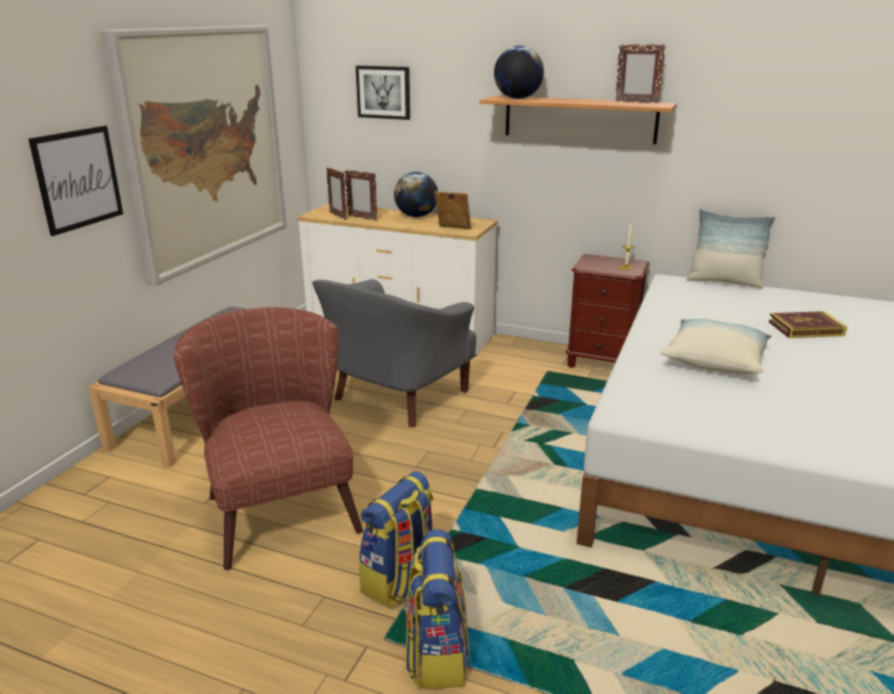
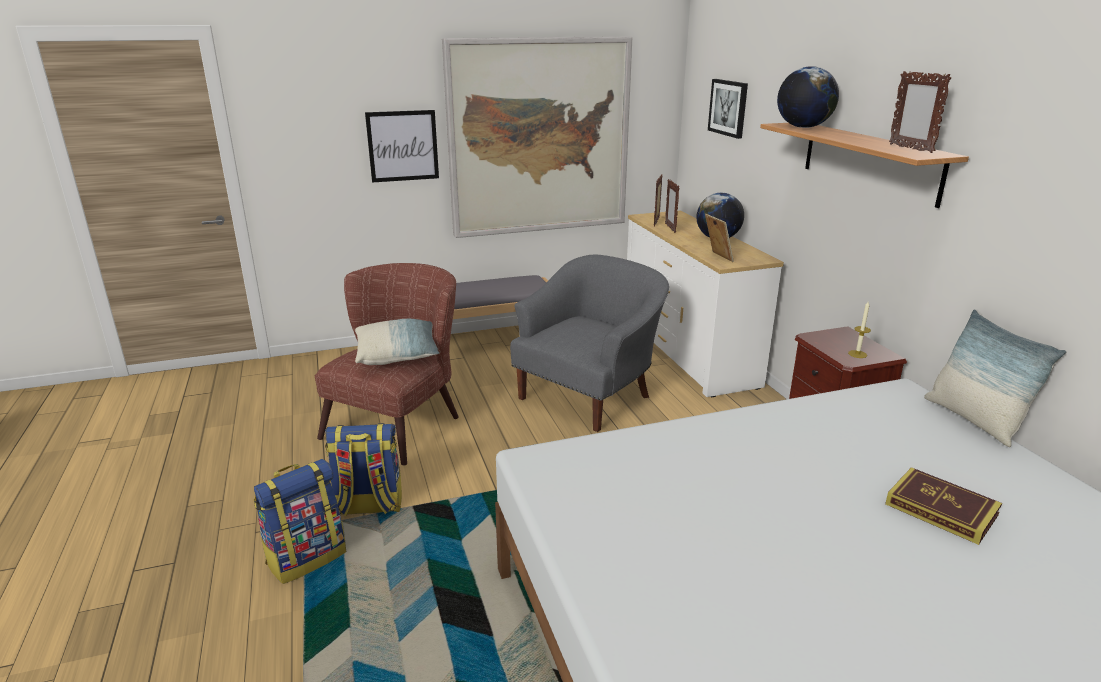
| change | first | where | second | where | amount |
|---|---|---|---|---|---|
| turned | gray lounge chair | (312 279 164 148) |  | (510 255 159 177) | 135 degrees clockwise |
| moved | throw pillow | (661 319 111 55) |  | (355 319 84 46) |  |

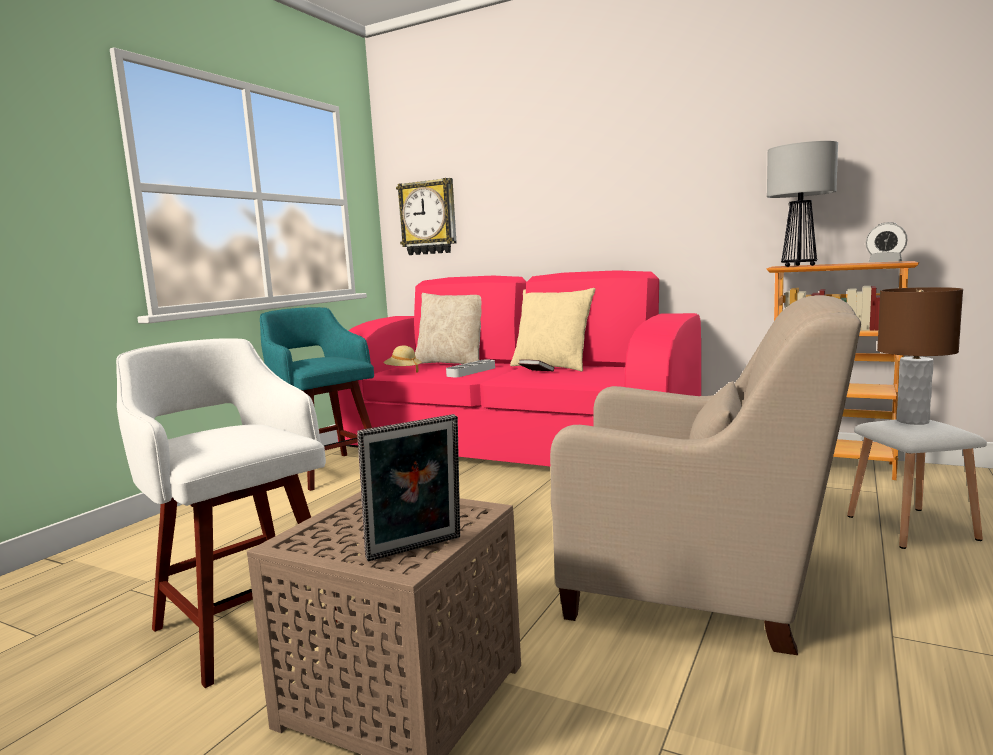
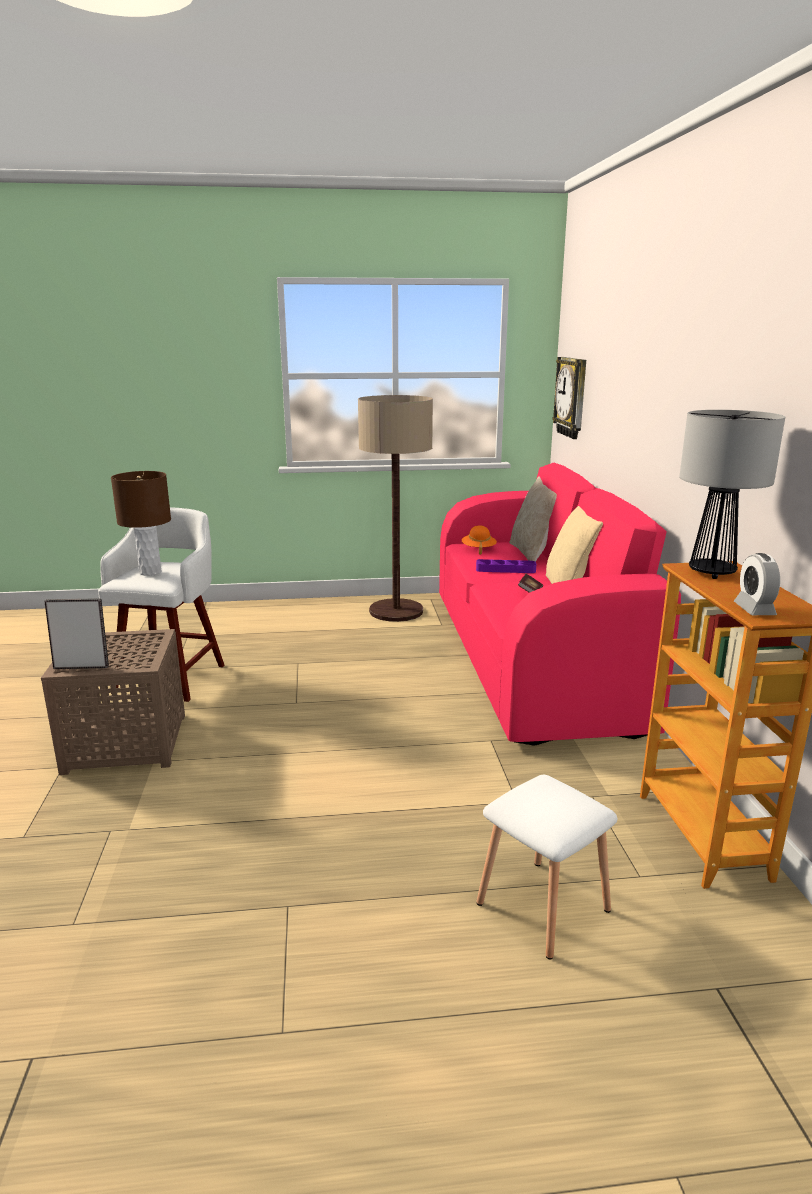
| change | first | where | second | where | amount |
|---|---|---|---|---|---|
| replaced | turquoise-coloured stool seat | (260 307 114 184) | standard lamp | (358 395 75 227) |  |
| turned | picture frame | (357 414 103 147) |  | (44 598 65 71) | 150 degrees clockwise |
| recoloured | sand-coloured hat | (383 346 39 27) | orange-coloured hat | (462 525 35 30) |  |
| recoloured | gray tray | (446 359 49 18) | purplish tray | (476 559 60 14) |  |
| removed | sand-coloured lounge chair | (550 295 311 360) |  |  |  |
| moved | brownish table lamp | (877 287 86 138) |  | (111 471 60 105) |  |

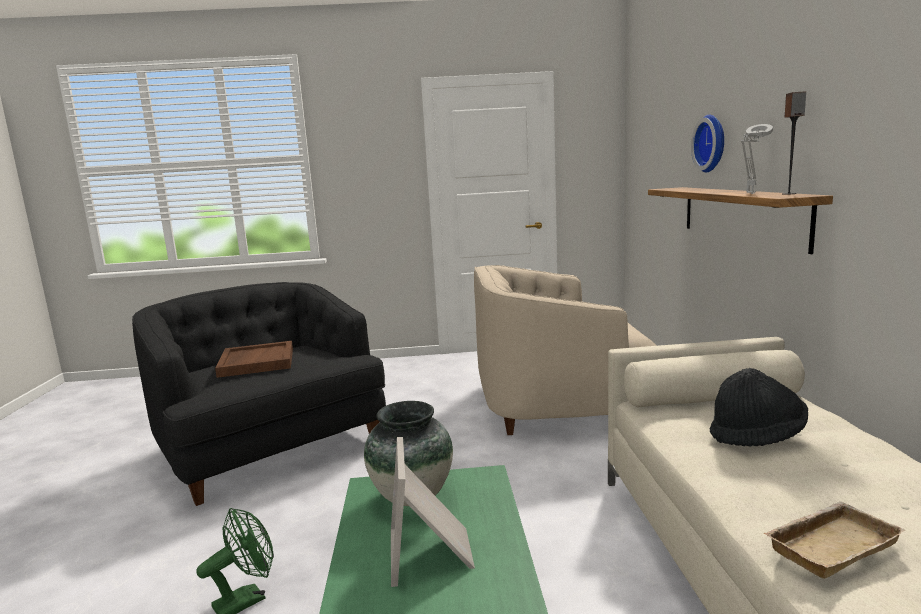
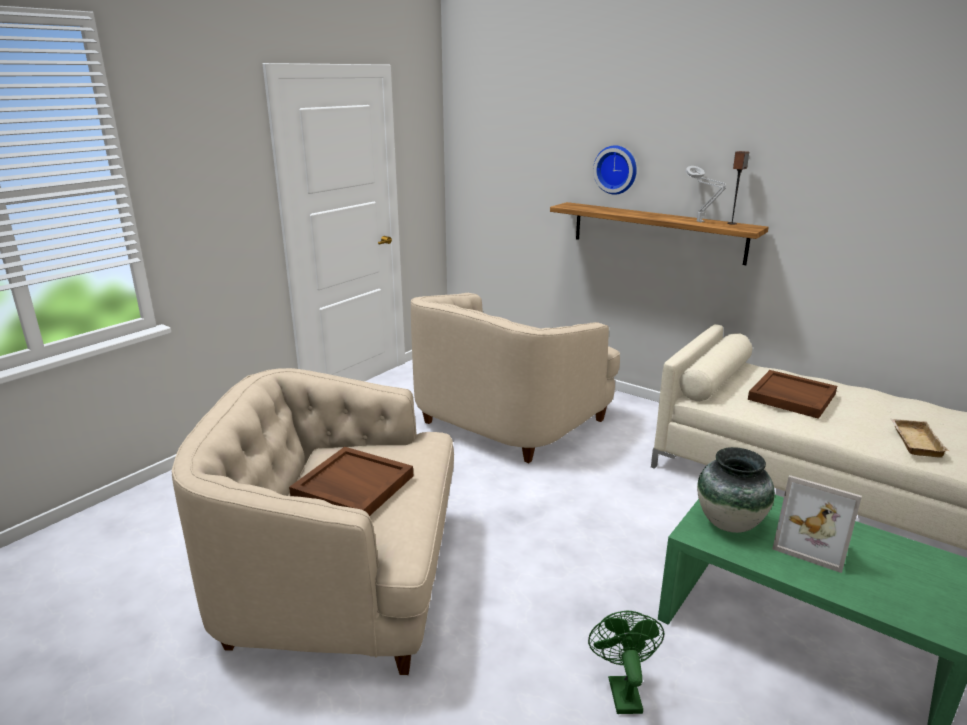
| change | first | where | second | where | amount |
|---|---|---|---|---|---|
| recoloured | black lounge chair | (132 282 254 224) | sand-coloured lounge chair | (172 368 282 307) |  |
| replaced | black hat | (710 368 98 79) | brownish tray | (748 370 89 49) |  |

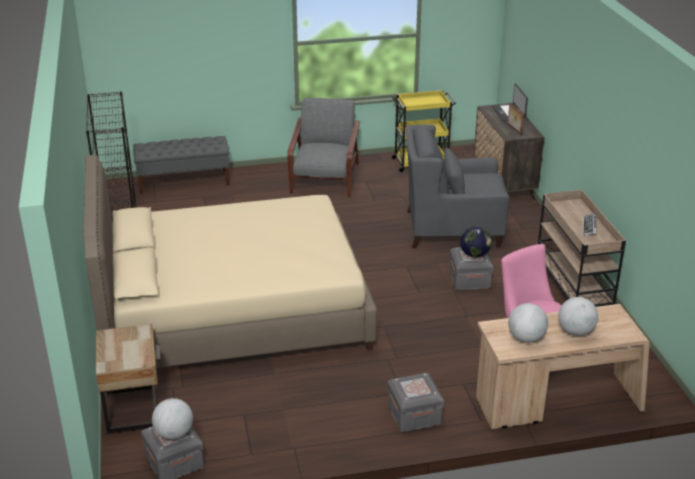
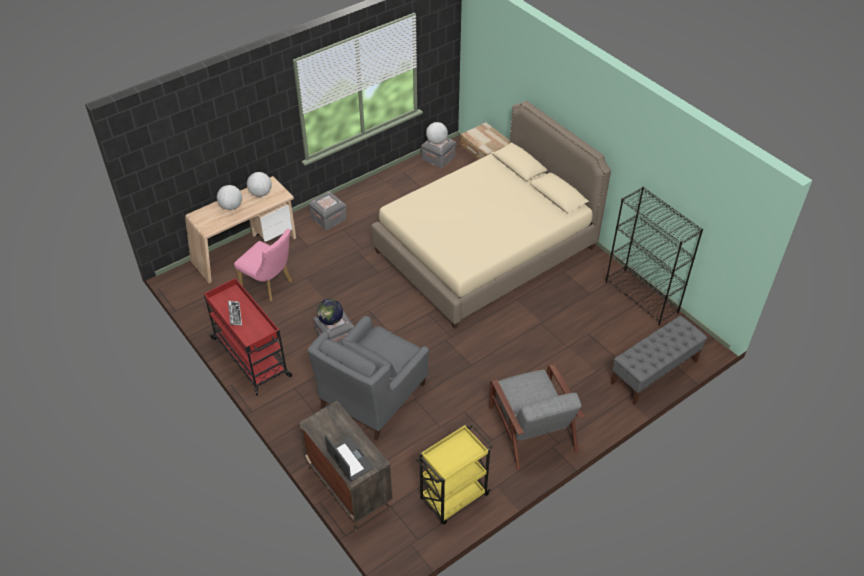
| change | first | where | second | where | amount |
|---|---|---|---|---|---|
| turned | gray lounge chair | (406 124 103 124) |  | (308 316 122 124) | 150 degrees clockwise |
| removed | picture frame | (508 102 17 34) |  |  |  |
| recoloured | sand-coloured trolley | (538 190 88 117) | red-coloured trolley | (204 278 88 117) |  |

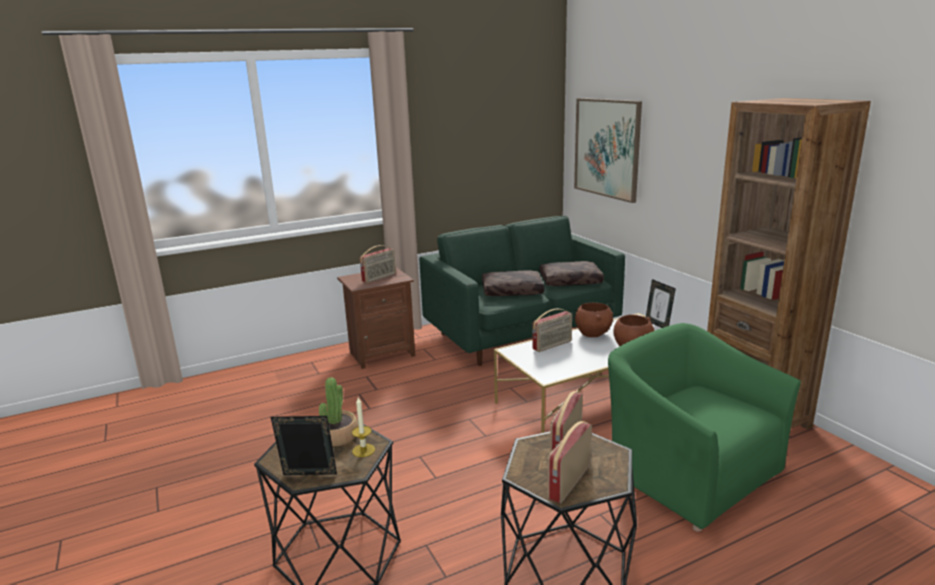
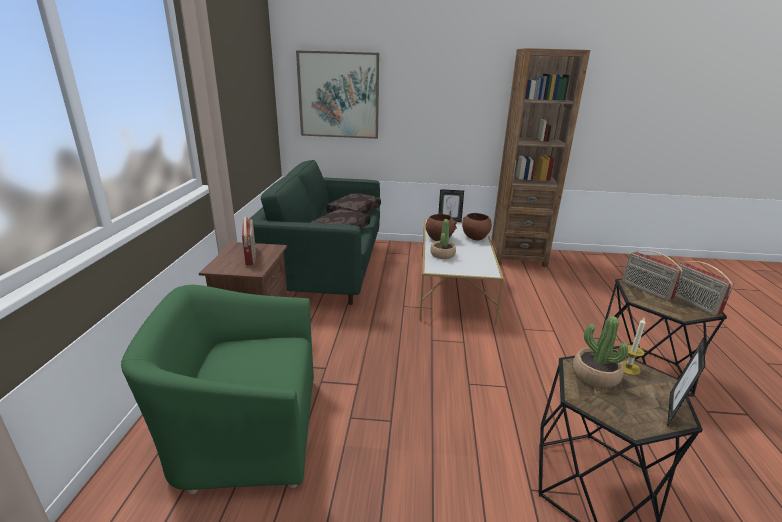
| change | first | where | second | where | amount |
|---|---|---|---|---|---|
| replaced | radio receiver | (532 309 40 43) | potted plant | (430 219 26 40) |  |
| moved | green lounge chair | (608 323 193 208) |  | (121 285 193 209) |  |

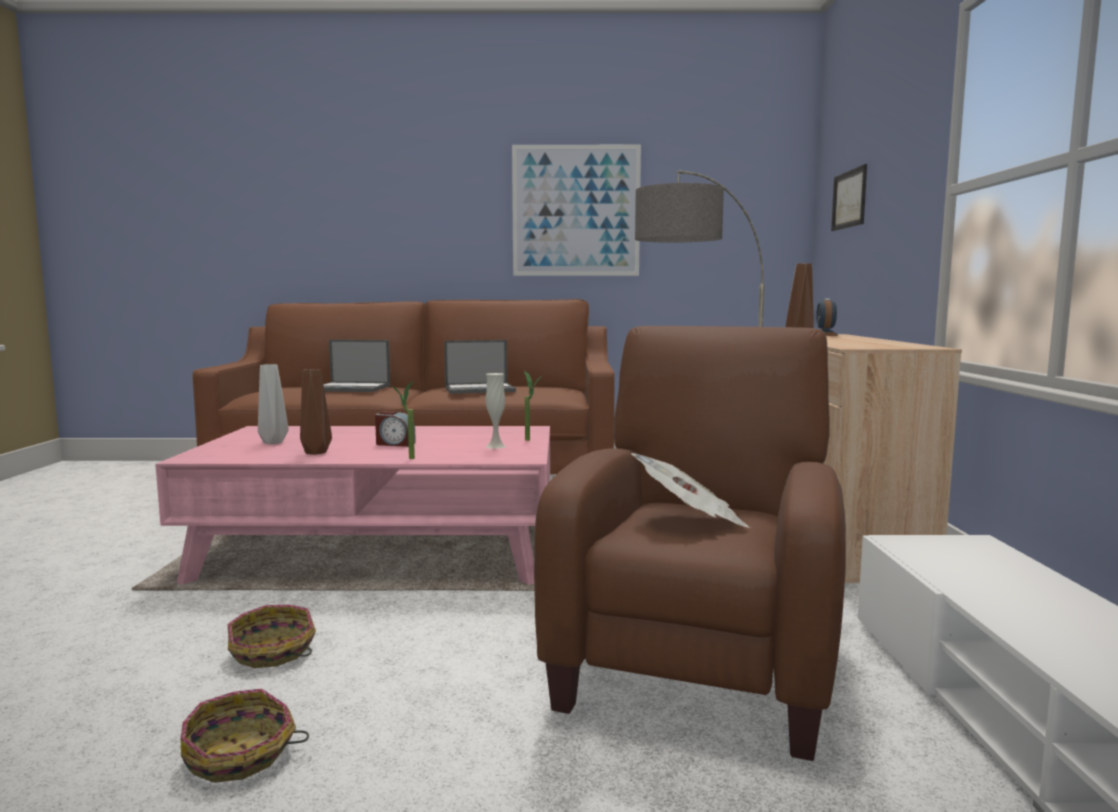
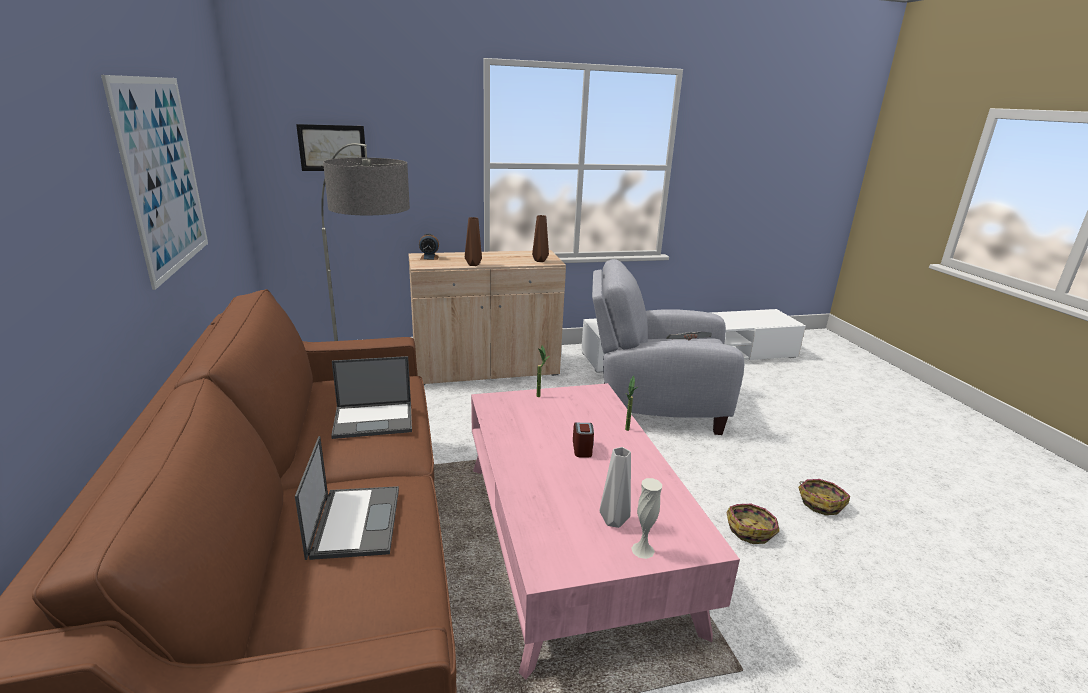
| change | first | where | second | where | amount |
|---|---|---|---|---|---|
| moved | brownish vase | (300 369 32 86) |  | (532 215 17 47) |  |
| turned | notebook computer | (444 340 72 54) |  | (331 356 81 83) | 105 degrees clockwise |
| moved | white-coloured vase | (485 373 21 76) |  | (631 478 31 81) |  |
| recoloured | brownish lounge chair | (534 326 312 435) | gray lounge chair | (592 259 152 176) |  |

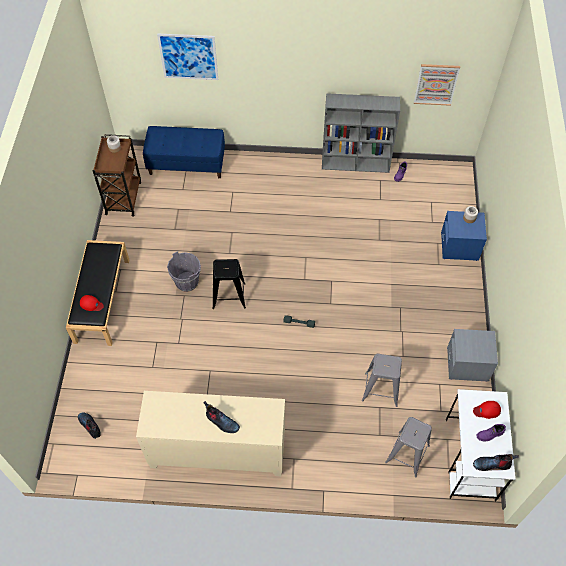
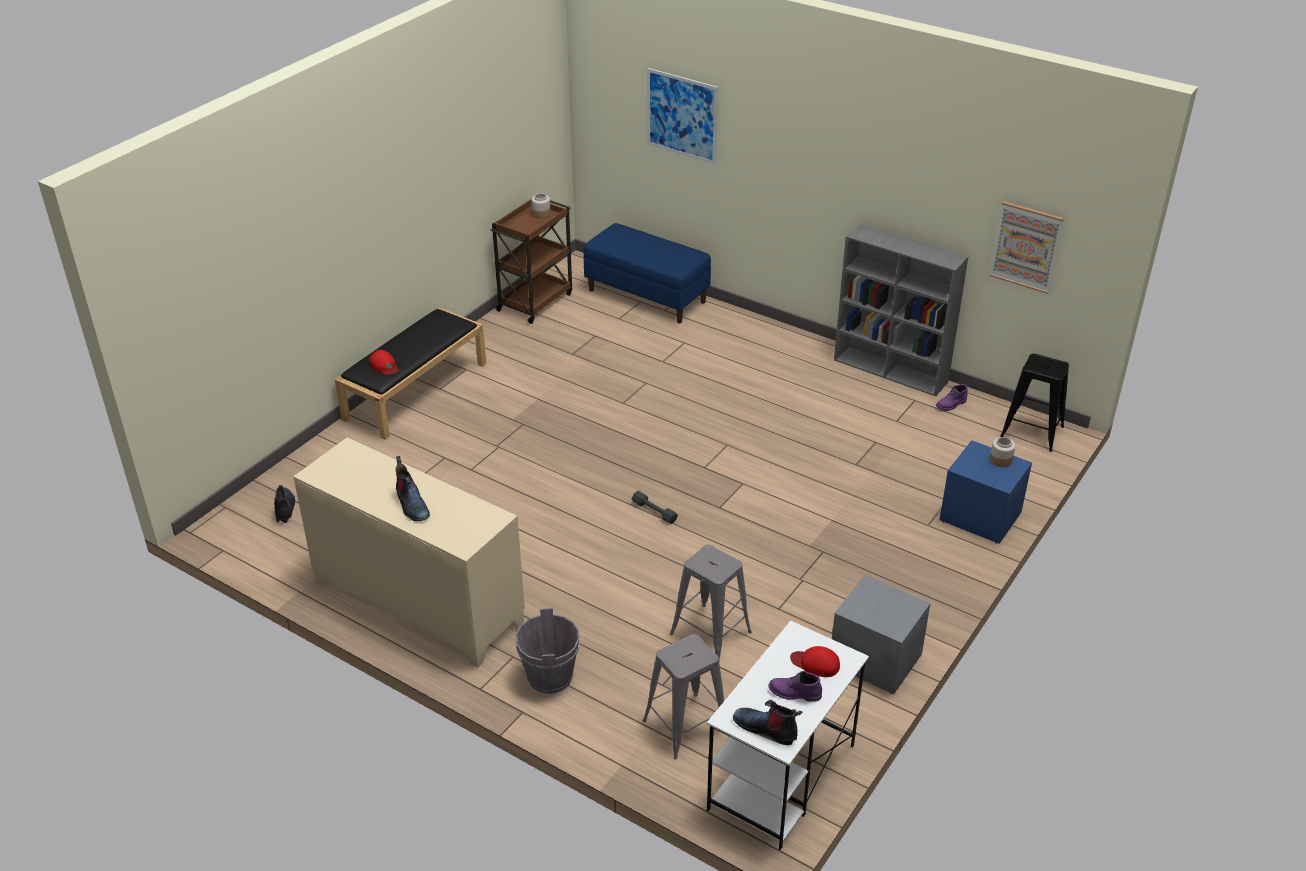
| change | first | where | second | where | amount |
|---|---|---|---|---|---|
| moved | gray bucket | (167 251 34 41) |  | (516 608 64 86) |  |
| moved | black stool seat | (212 259 34 50) |  | (1000 354 69 98) |  |

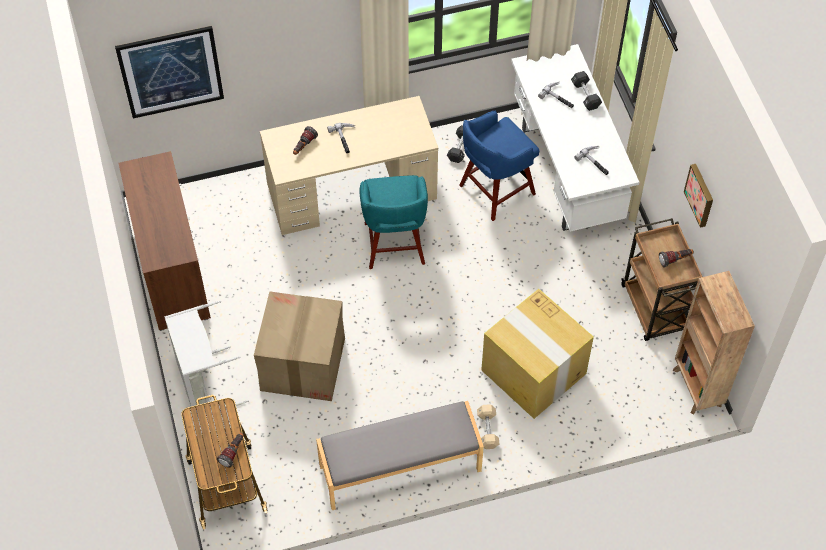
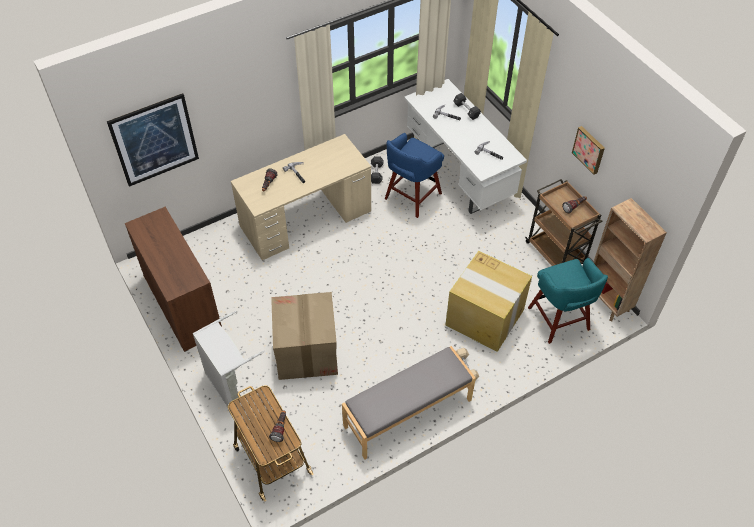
| change | first | where | second | where | amount |
|---|---|---|---|---|---|
| moved | turquoise-coloured stool seat | (359 175 69 94) |  | (528 258 80 86) |  |

